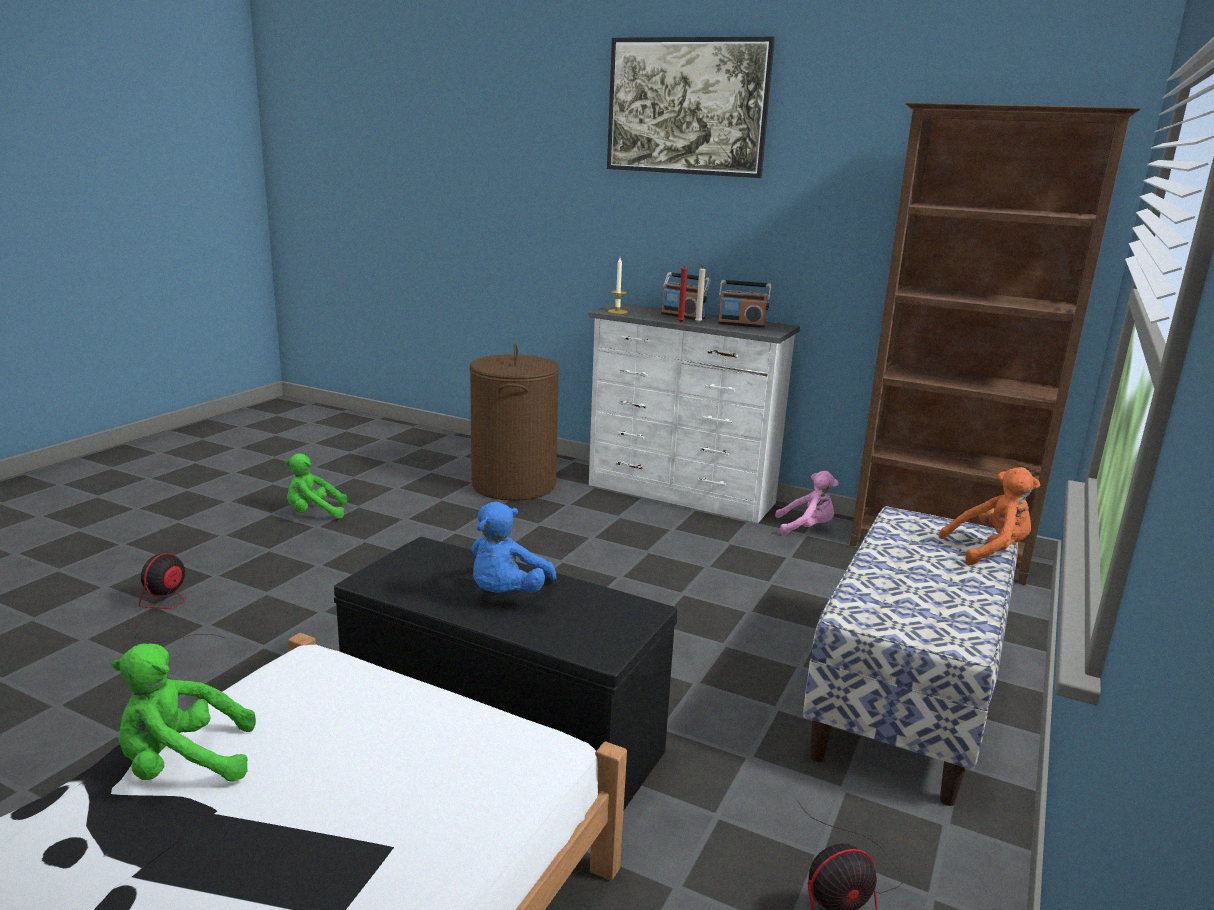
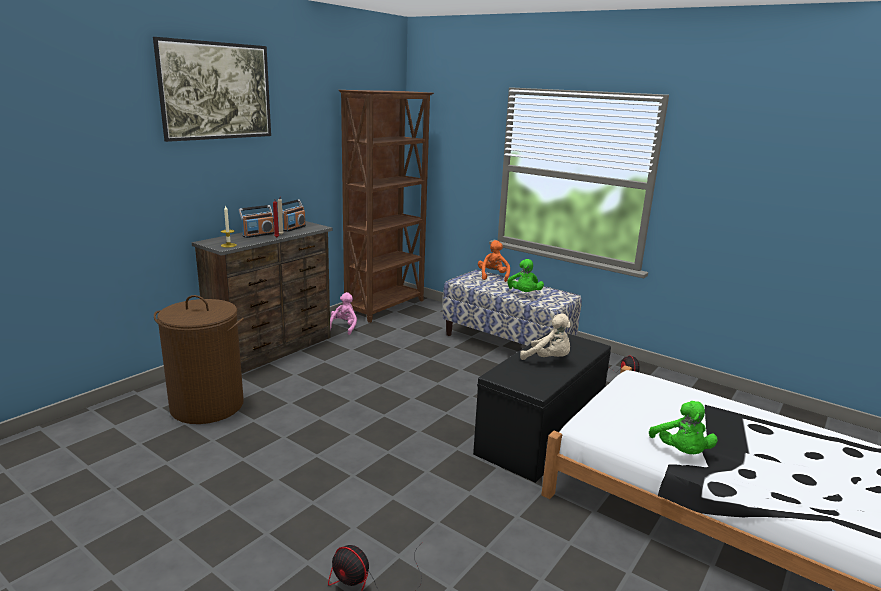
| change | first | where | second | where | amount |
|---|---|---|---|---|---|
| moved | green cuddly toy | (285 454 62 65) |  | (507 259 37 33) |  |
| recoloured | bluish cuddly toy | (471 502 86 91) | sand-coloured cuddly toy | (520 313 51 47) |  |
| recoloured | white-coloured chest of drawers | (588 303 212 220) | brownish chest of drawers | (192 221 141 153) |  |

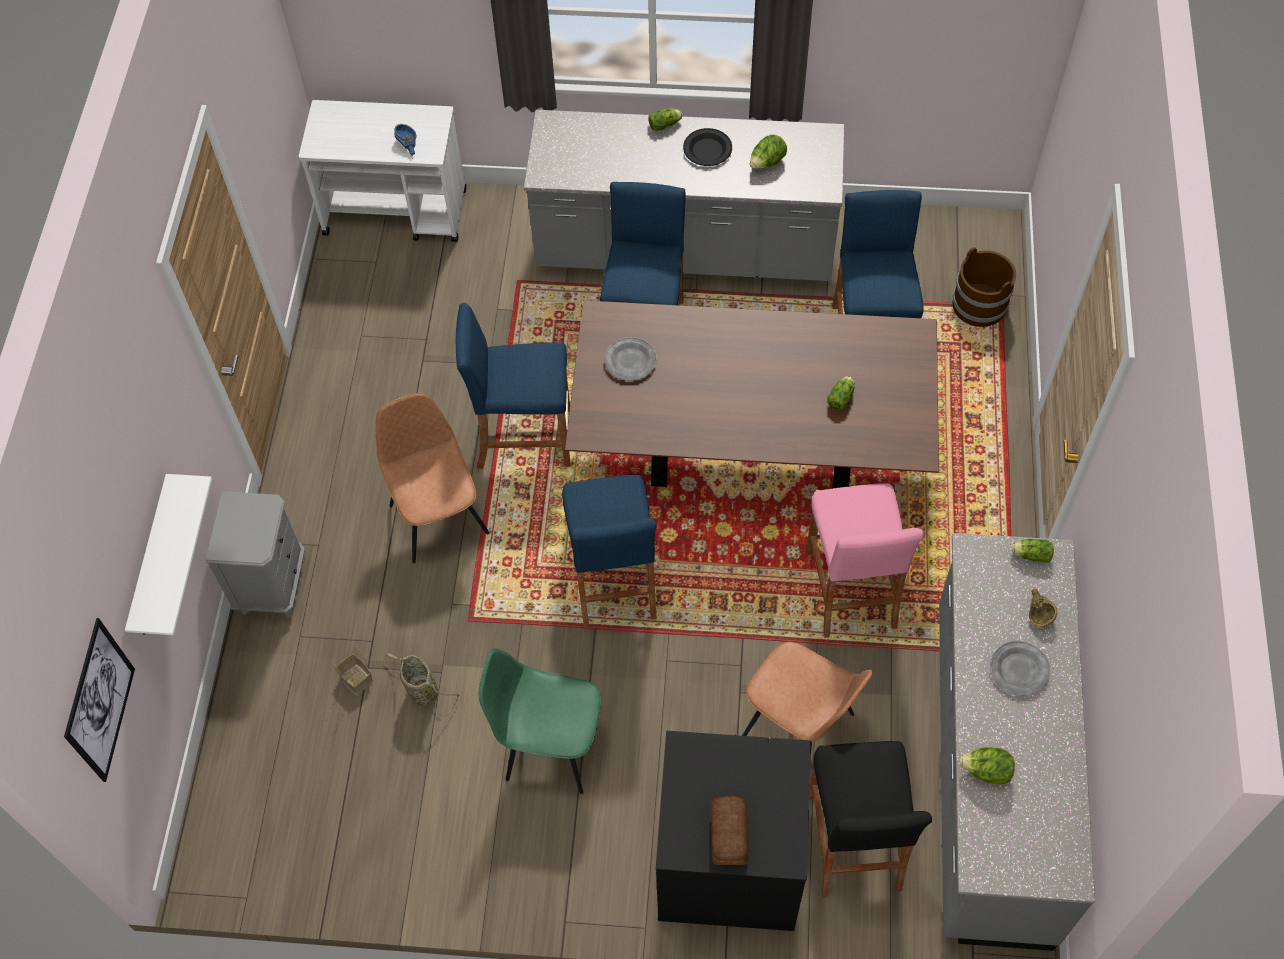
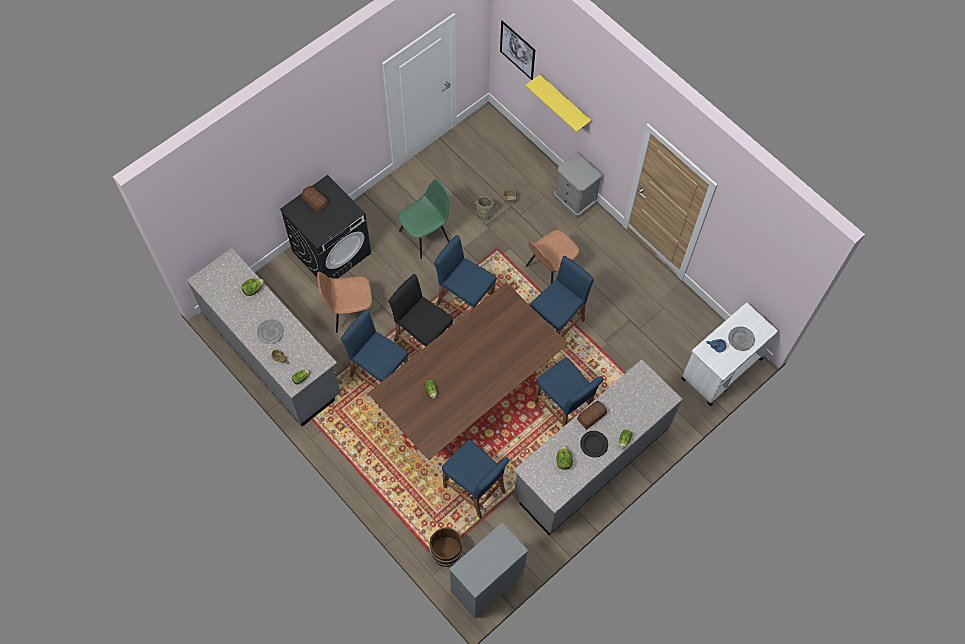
| change | first | where | second | where | amount |
|---|---|---|---|---|---|
| recoloured | white-coloured wall shelf | (125 474 87 161) | yellow wall shelf | (525 75 66 57) |  |
| turned | brownish chair | (376 393 114 170) |  | (525 230 54 53) | 120 degrees clockwise |
| moved | gray plate | (605 337 52 44) |  | (728 326 27 25) |  |
| recoloured | pinkish stool seat | (806 483 117 155) | bluish stool seat | (341 310 67 77) |  |
| moved | black stool seat | (809 741 123 157) |  | (389 274 64 78) |  |
| added |  |  | gray chest of drawers | (449 523 79 96) |  |
| added |  |  | baked bread | (577 401 30 28) |  |

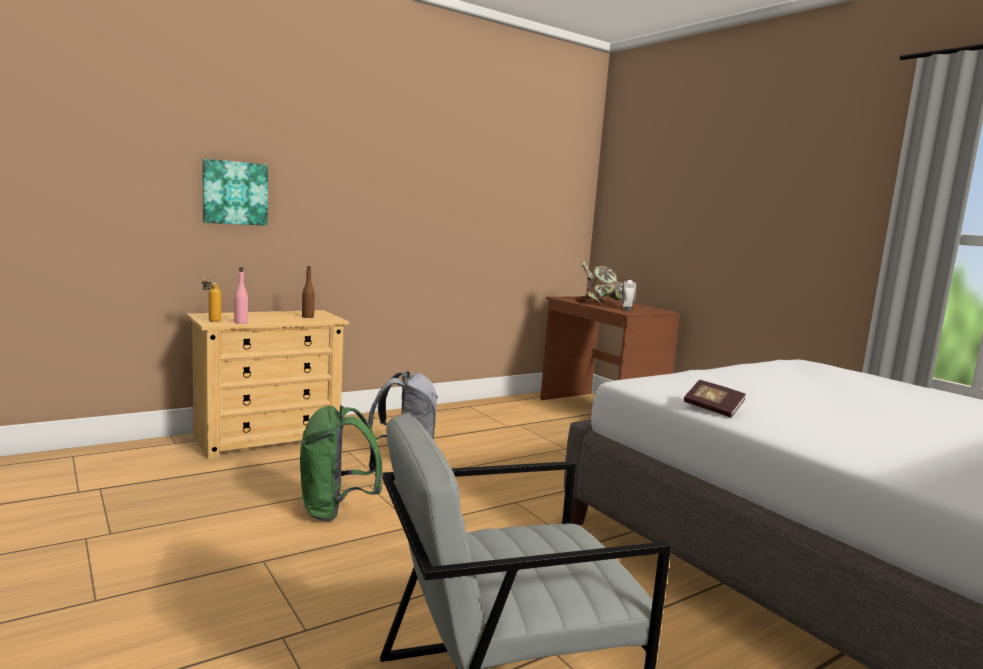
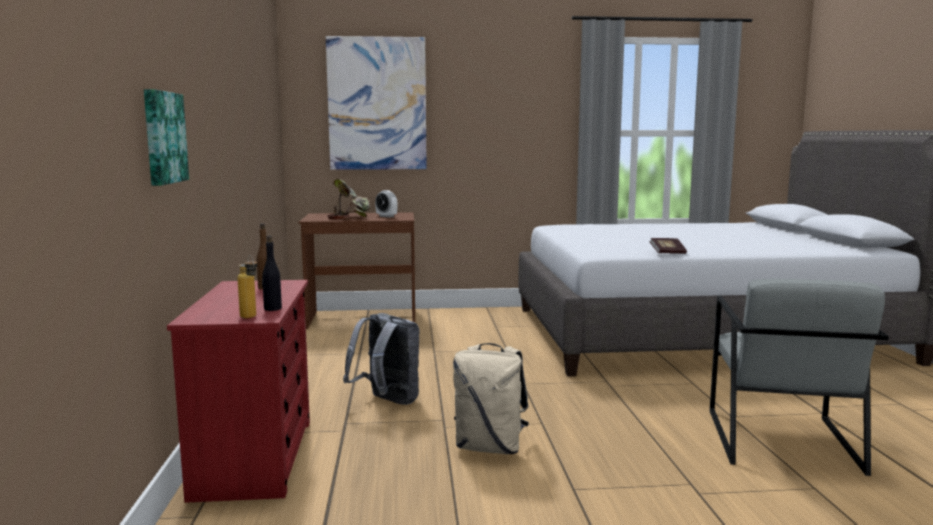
| change | first | where | second | where | amount |
|---|---|---|---|---|---|
| recoloured | sand-coloured chest of drawers | (187 310 162 149) | red-coloured chest of drawers | (167 280 143 223) |  |
| recoloured | pinkish drink bottle | (234 267 14 57) | black drink bottle | (262 236 20 75) |  |
| recoloured | green rucksack | (300 405 82 116) | sand-coloured rucksack | (453 343 76 111) |  |
| added |  |  | wall art | (326 36 101 134) |  |

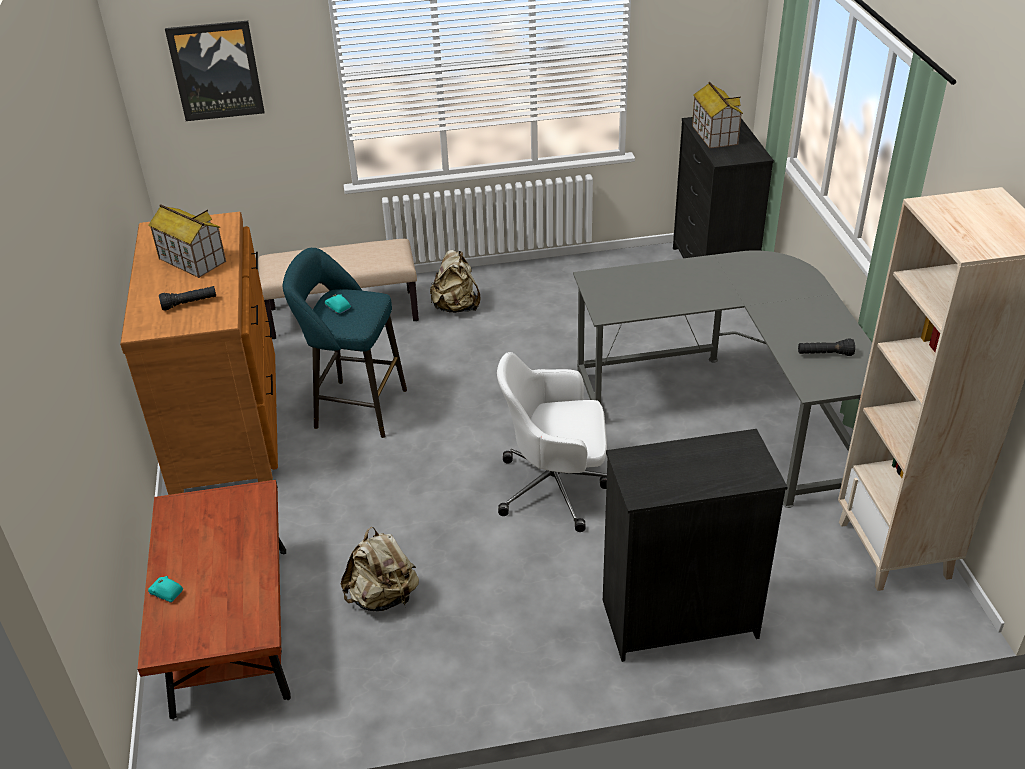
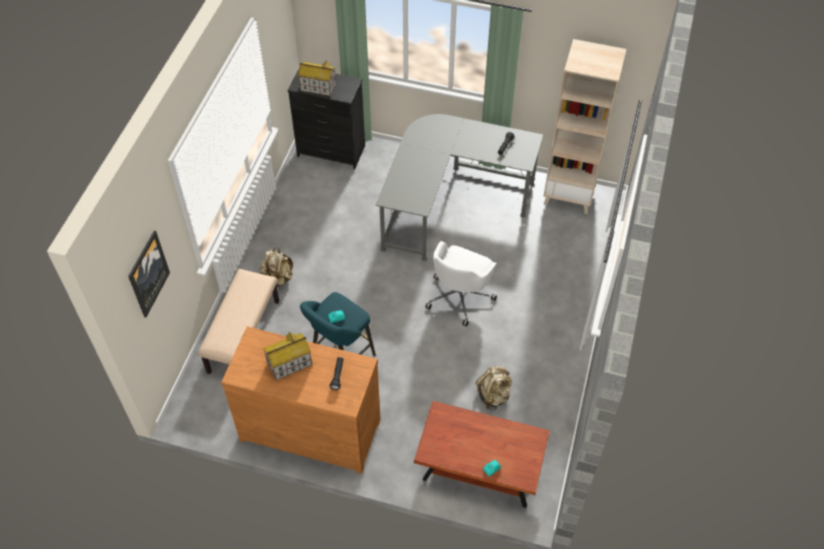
| change | first | where | second | where | amount |
|---|---|---|---|---|---|
| removed | black chest of drawers | (603 429 185 233) |  |  |  |

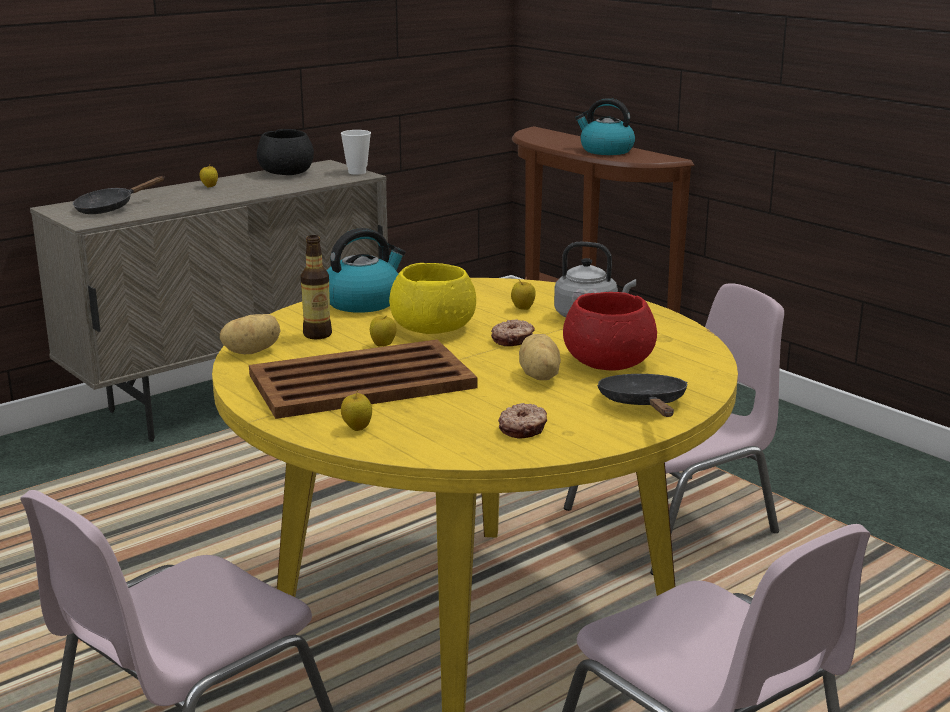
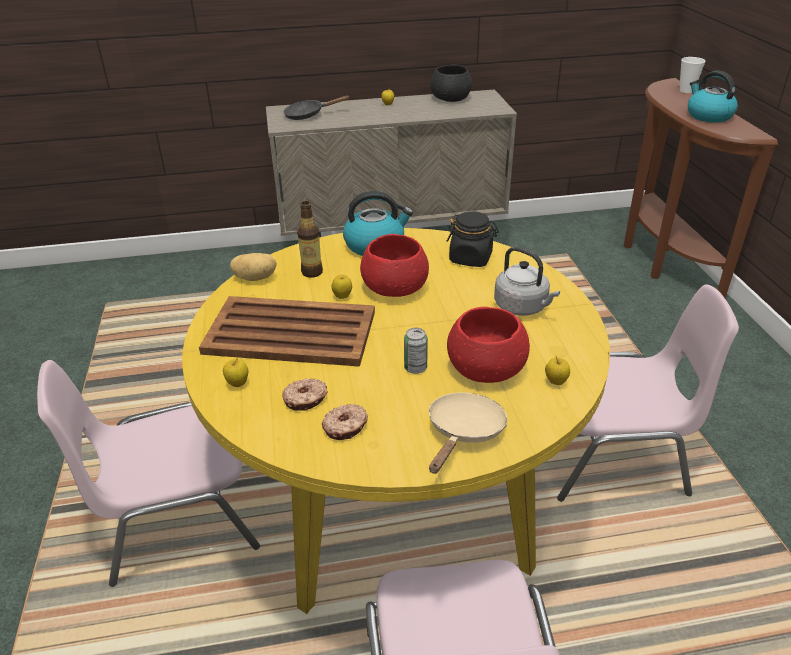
| change | first | where | second | where | amount |
|---|---|---|---|---|---|
| moved | cup | (341 130 30 45) |  | (680 57 26 36) |  |
| recoloured | yellow deep dish | (389 263 87 71) | red-coloured deep dish | (360 234 69 63) |  |
| moved | donut | (491 319 44 27) |  | (282 378 46 33) |  |
| moved | apple | (511 280 24 30) |  | (545 356 25 29) |  |
| replaced | whole potato | (519 334 42 46) | can | (404 328 24 46) |  |
| recoloured | black skillet | (597 374 91 43) | sand-coloured skillet | (429 393 78 81) |  |
| added |  |  | black storage jar | (447 211 52 56) |  |

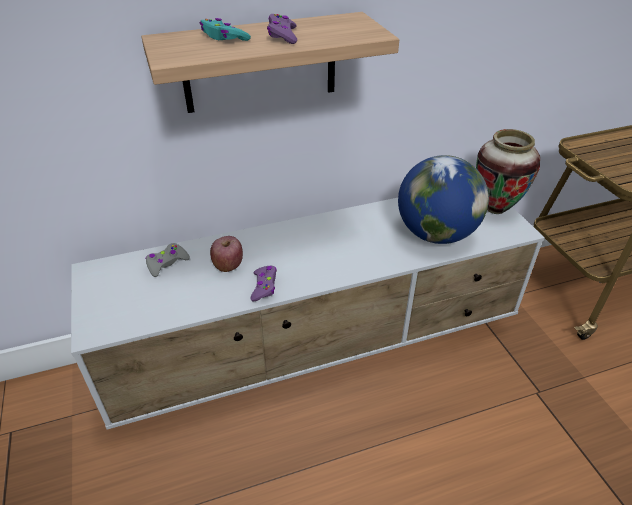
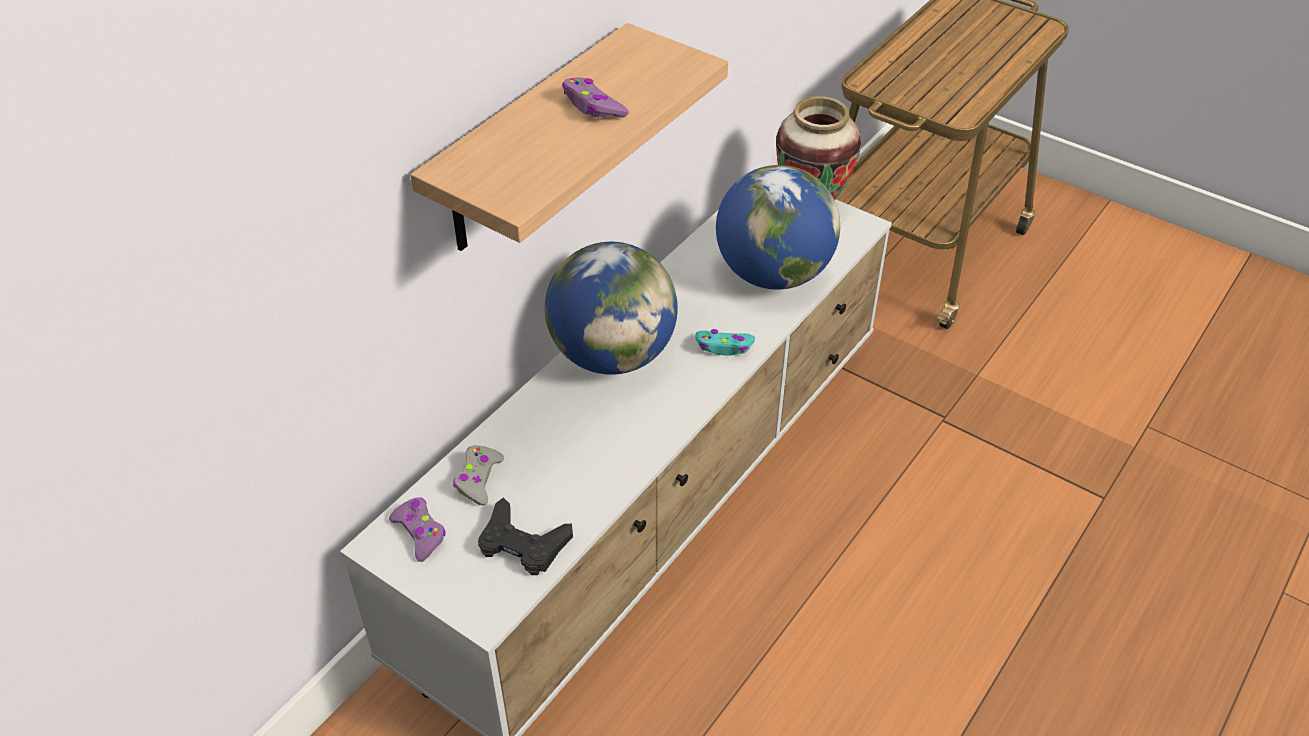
| change | first | where | second | where | amount |
|---|---|---|---|---|---|
| moved | turquoise-coloured joypad | (200 18 51 23) |  | (695 329 60 27) |  |
| removed | apple | (210 236 33 36) |  |  |  |
| moved | purplish joypad | (250 266 27 35) |  | (389 497 57 65) |  |
| added |  |  | black joypad | (478 498 95 77) |  |
| added |  |  | globe | (545 242 133 133) |  |

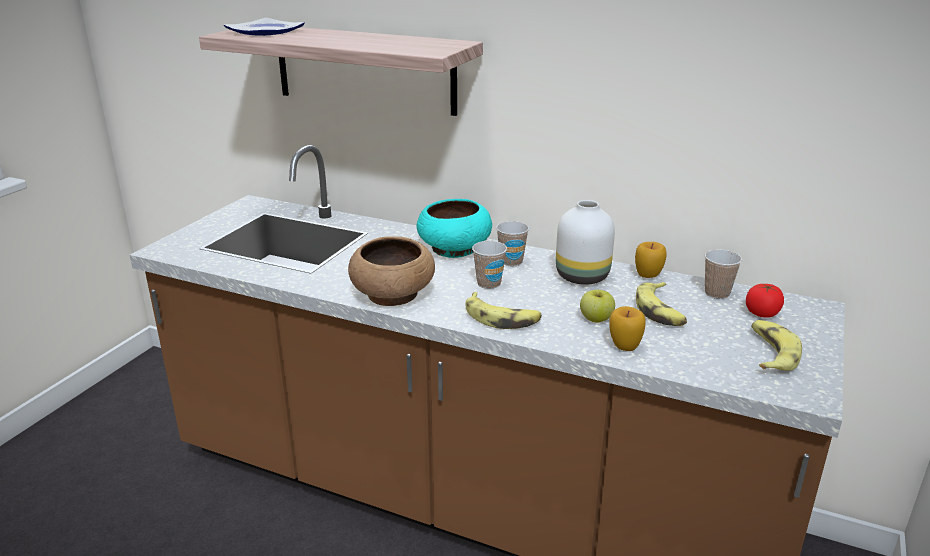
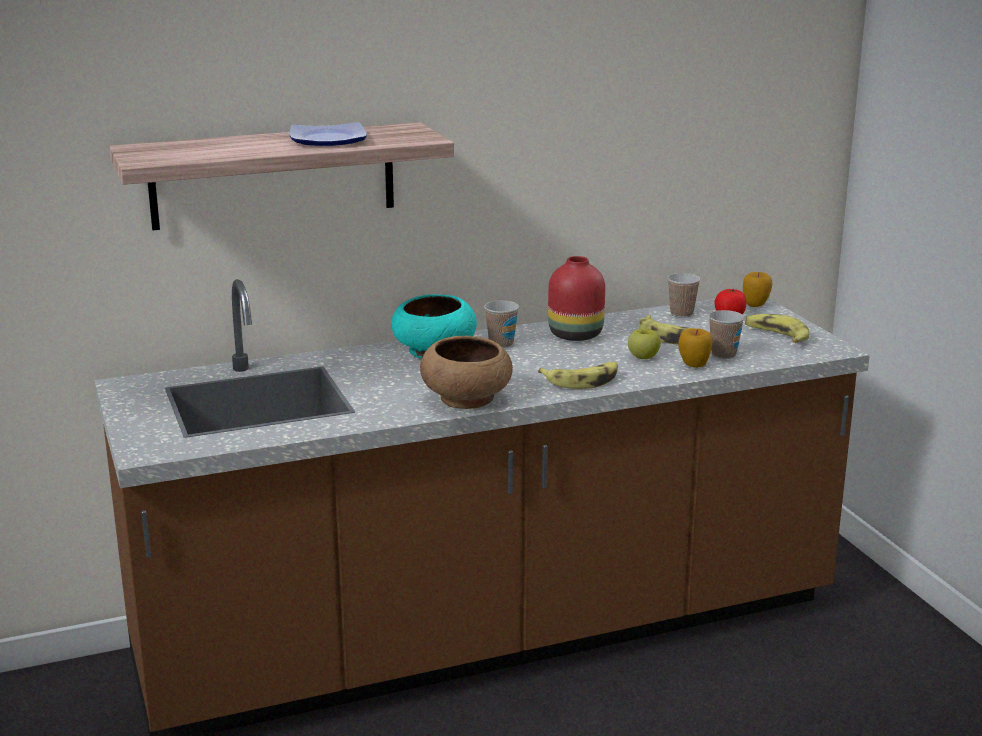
| change | first | where | second | where | amount |
|---|---|---|---|---|---|
| moved | plate | (224 18 81 18) |  | (290 122 77 24) |  |
| moved | cup | (472 241 35 48) |  | (708 310 37 49) |  |
| recoloured | white-coloured vase | (556 200 59 85) | red-coloured vase | (548 256 57 85) |  |
| moved | apple | (635 242 32 36) |  | (743 272 29 35) |  |

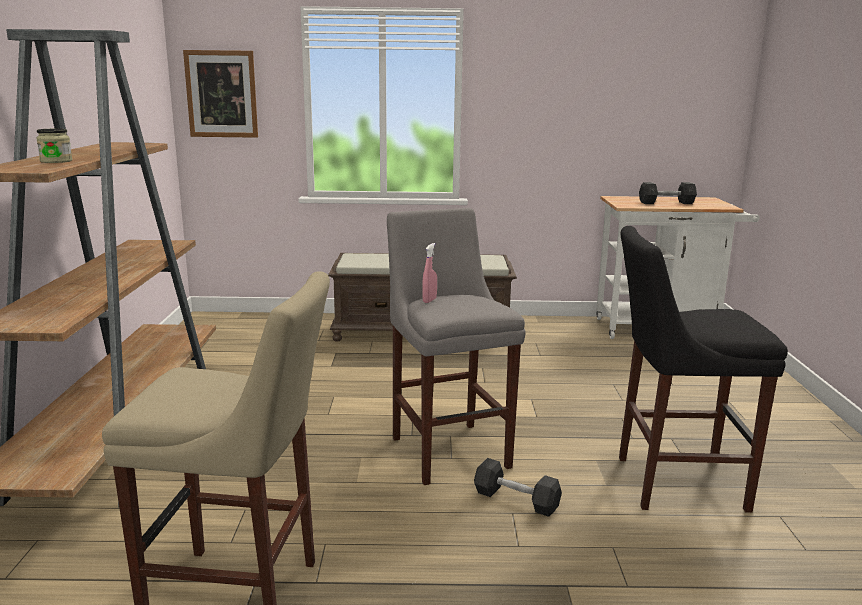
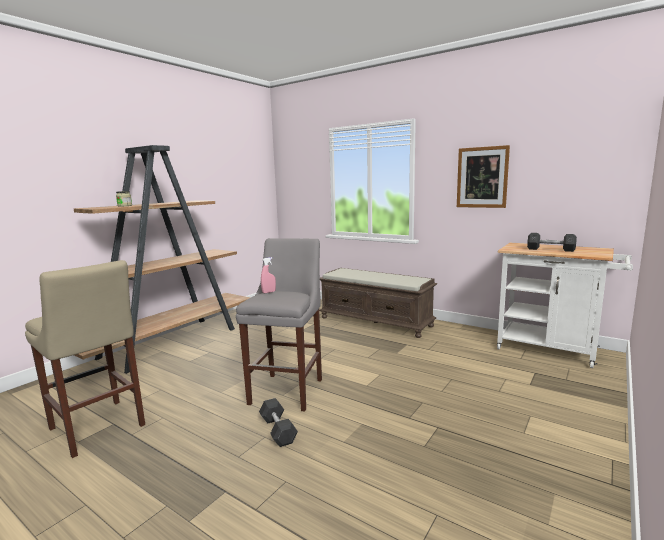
| change | first | where | second | where | amount |
|---|---|---|---|---|---|
| moved | wall art | (183 50 75 88) |  | (457 145 53 63) |  |
| removed | black stool seat | (619 226 169 287) |  |  |  |

